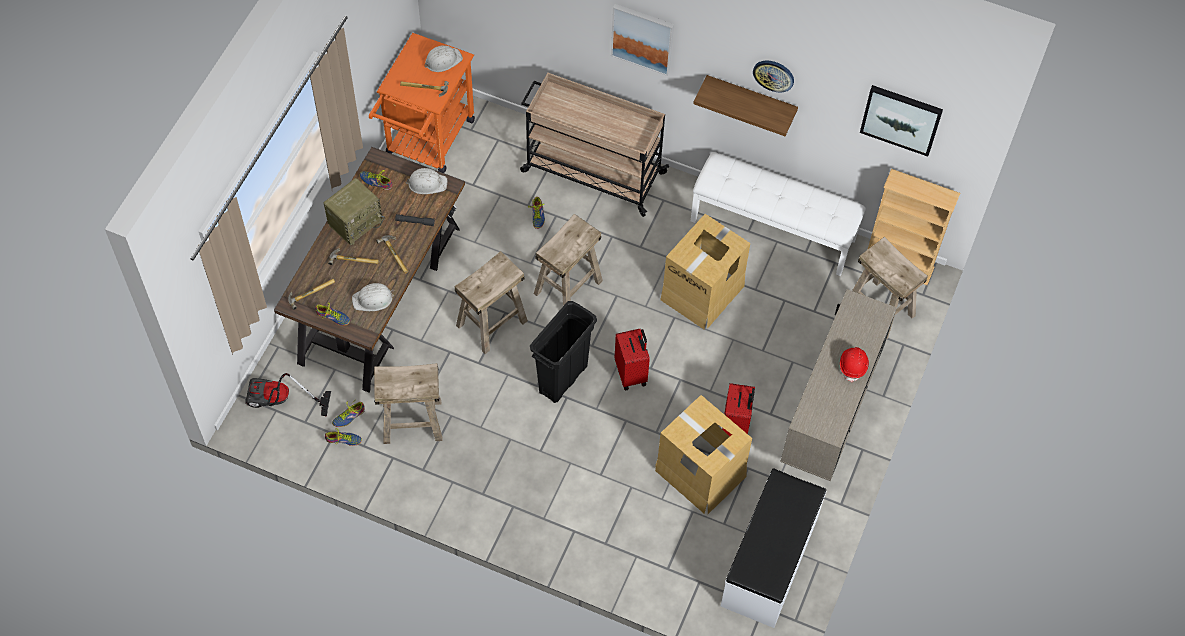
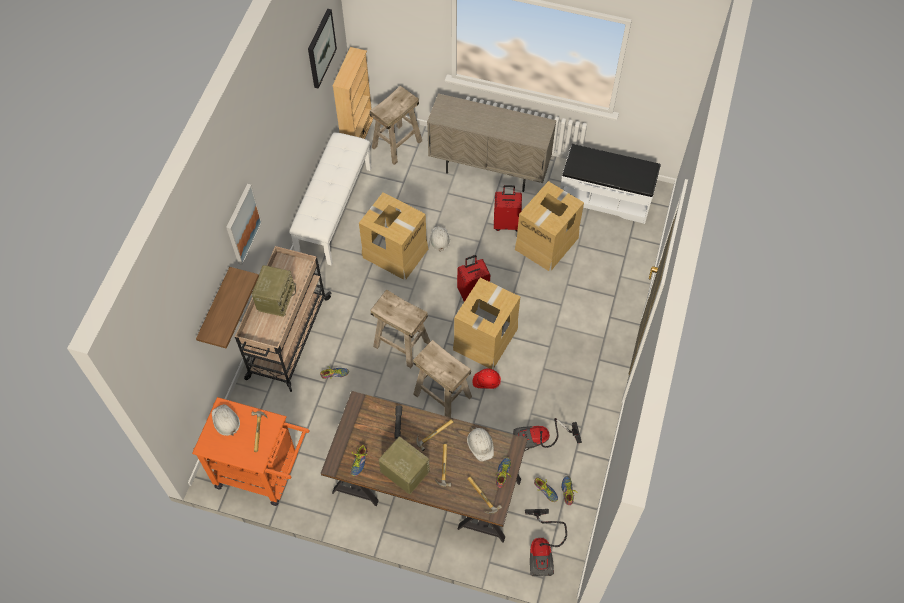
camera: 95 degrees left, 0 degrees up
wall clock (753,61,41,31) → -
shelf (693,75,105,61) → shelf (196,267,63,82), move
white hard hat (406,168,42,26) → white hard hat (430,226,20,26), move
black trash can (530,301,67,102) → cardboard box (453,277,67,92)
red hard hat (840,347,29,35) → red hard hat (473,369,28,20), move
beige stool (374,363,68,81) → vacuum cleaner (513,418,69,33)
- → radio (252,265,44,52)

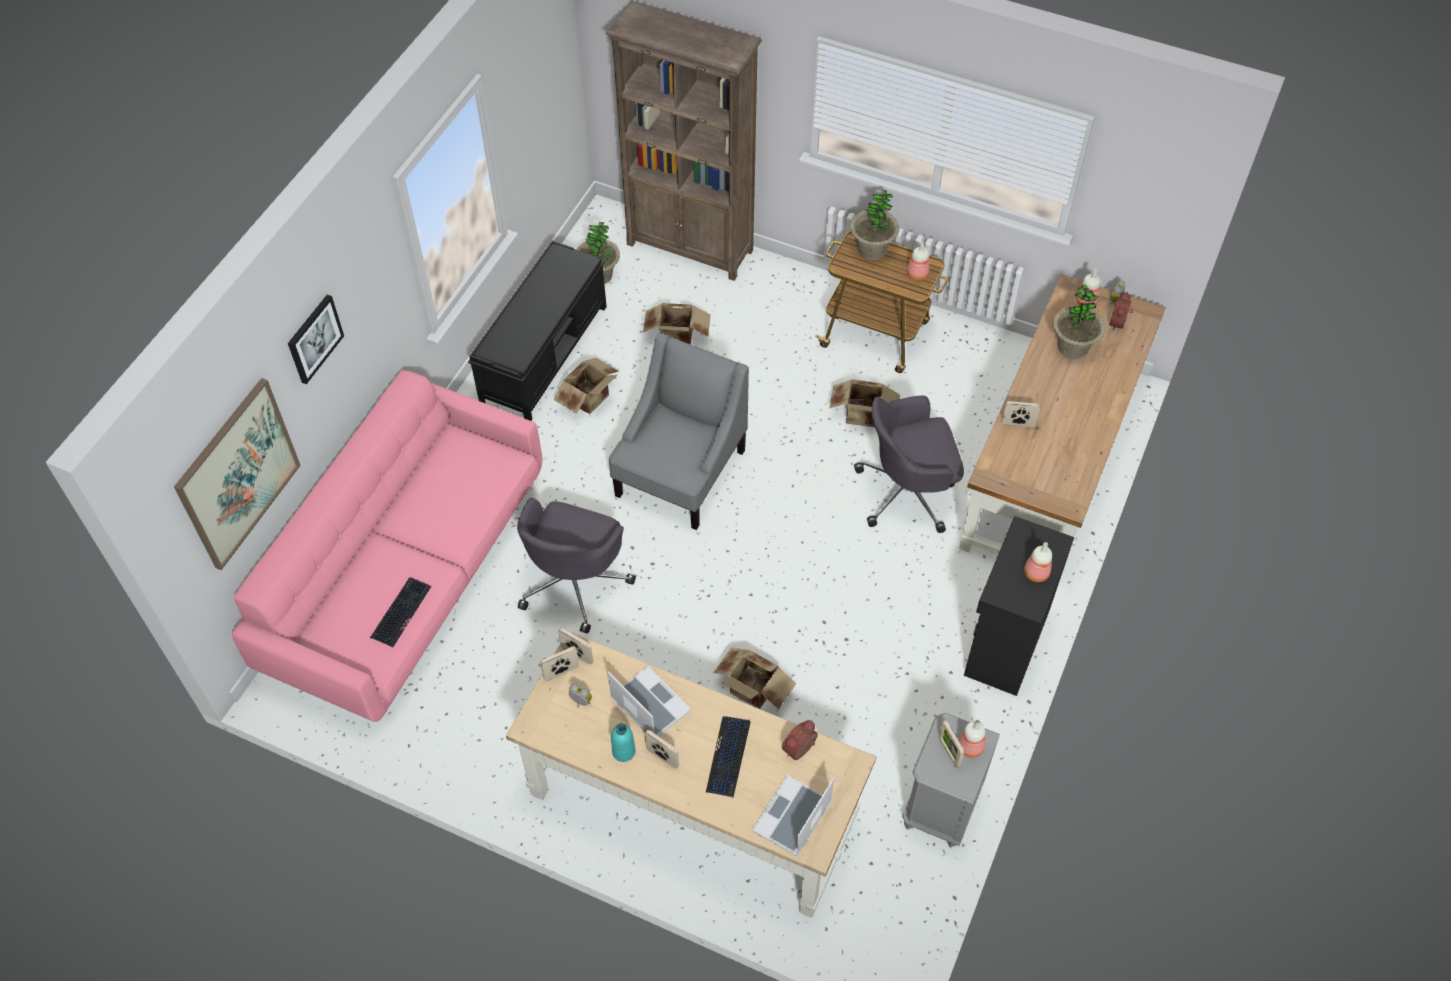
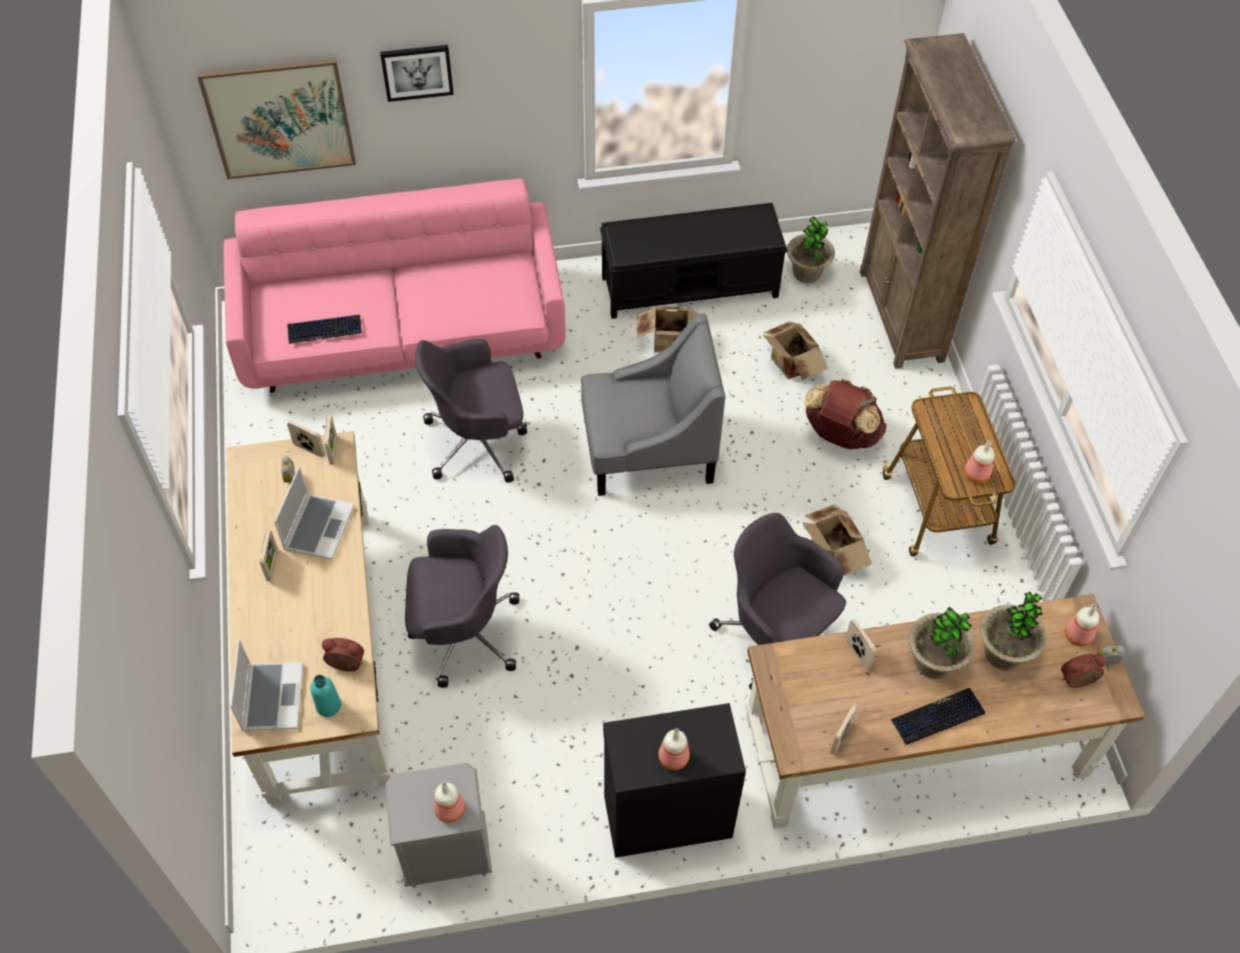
camera: 55 degrees right, 0 degrees up
potted plant (850,190,49,70) → potted plant (908,607,67,72), move
cardboard box (713,647,83,63) → grey office chair (405,525,114,163)
keyboard (706,716,44,82) → keyboard (890,688,95,57), move
picture frame (938,720,26,48) → picture frame (830,704,28,51), move
turquoise bottle (611,723,25,39) → turquoise bottle (310,675,31,42), move
laptop (752,775,82,82) → laptop (230,639,73,92), 90 degrees clockwise
- → brown backpack (804,379,83,70)

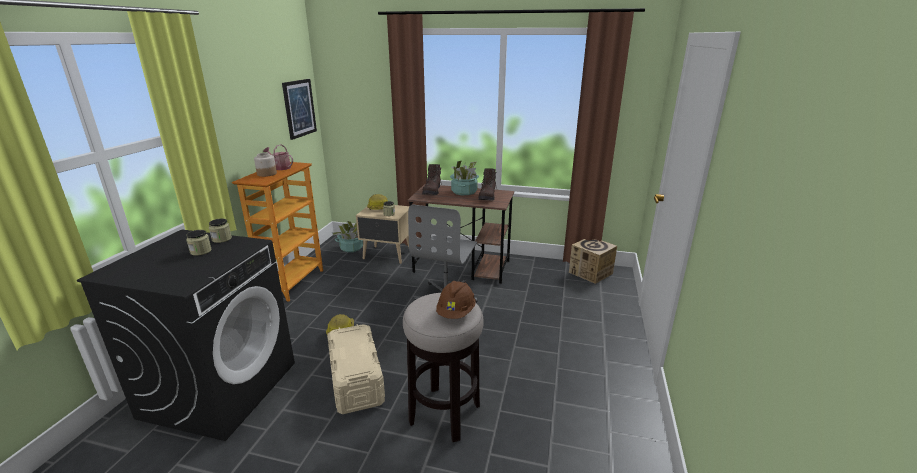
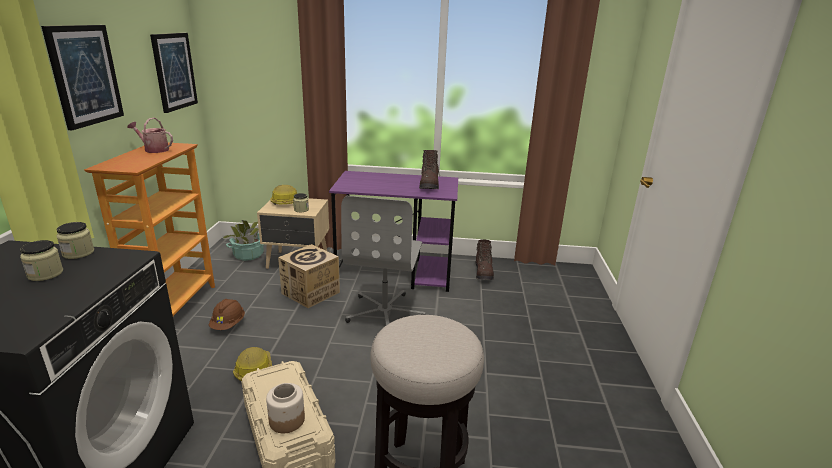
camera: 10 degrees left, 0 degrees up
jar (254,153,23,24) → jar (266,383,39,50), move
potted plant (450,160,29,35) → -
brown boot (422,164,20,31) → brown boot (475,239,19,41), move
brown desk (407,184,107,100) → purple desk (329,171,129,121)
cardboard box (569,239,48,45) → cardboard box (278,244,62,64), move
brown hard hat (436,281,40,38) → brown hard hat (209,299,36,31), move
- → picture (41,25,83,105)

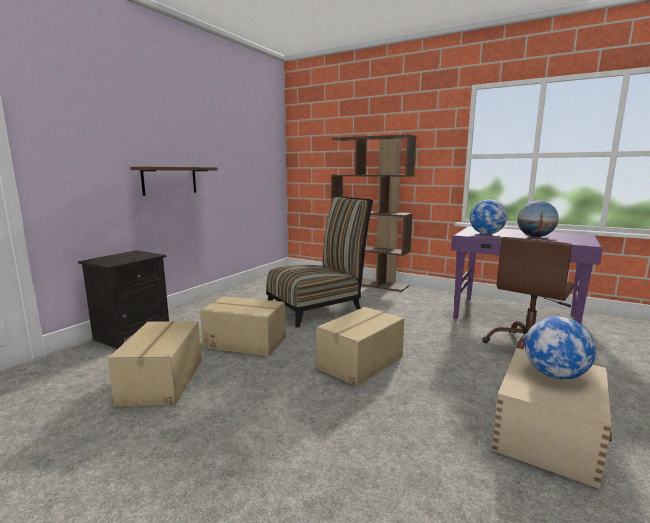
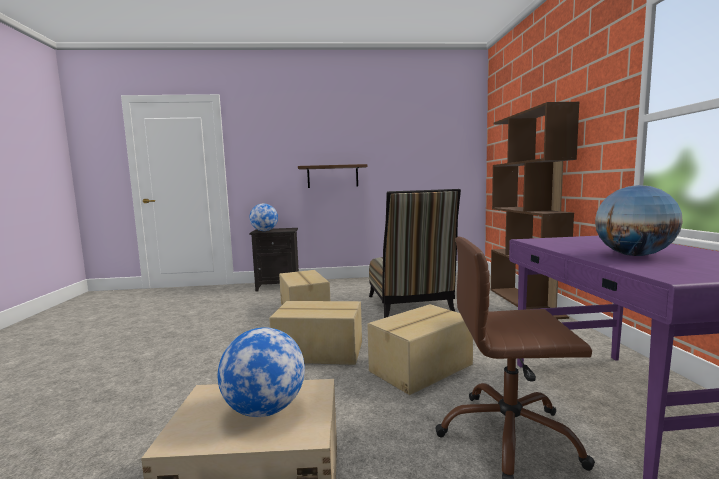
camera: 55 degrees right, 5 degrees down
chair (266,196,107,132) → chair (369,189,92,129), 60 degrees clockwise
globe (470,199,37,36) → globe (250,203,28,28), move
cardboard box (108,321,93,86) → cardboard box (367,304,106,91), move

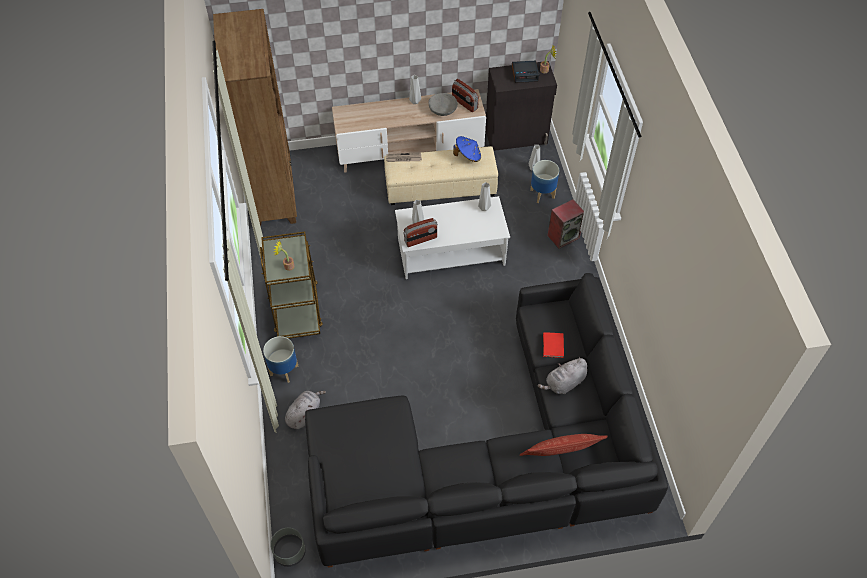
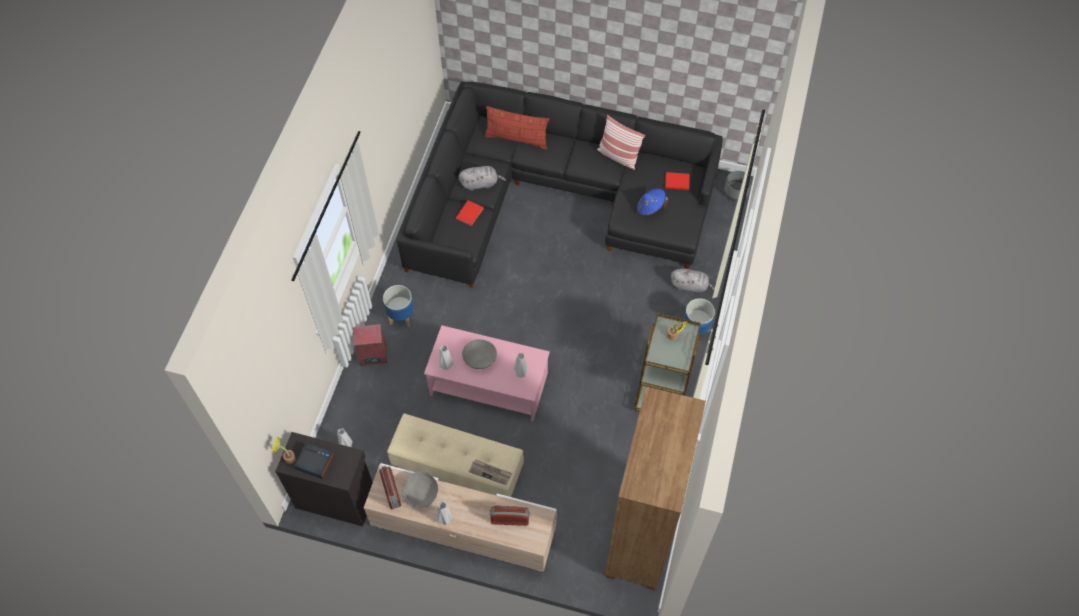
camera: 155 degrees left, 5 degrees up
blue hat (453,136,28,26) → blue hat (637,188,31,28), move
planter (530,160,29,43) → planter (383,285,31,42), move
white coffee table (395,196,115,83) → pink coffee table (424,325,126,96)
radio (403,218,35,29) → radio (489,505,41,21), move
grey plush toy (285,391,41,38) → grey plush toy (671,268,44,25), 135 degrees counterclockwise
- → pillow (597,115,48,55)
- → red book (665,172,25,18)
- → grey bowl (462,339,35,30)

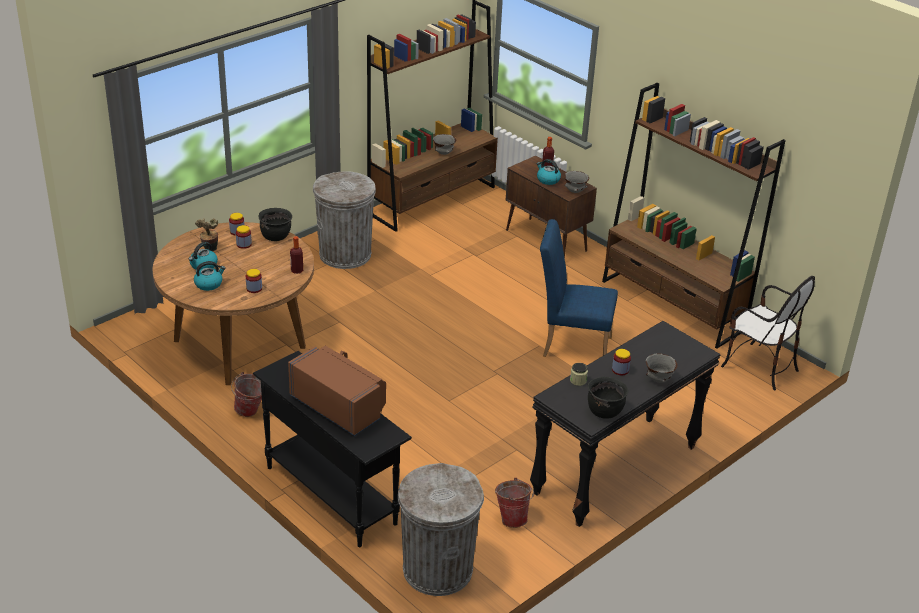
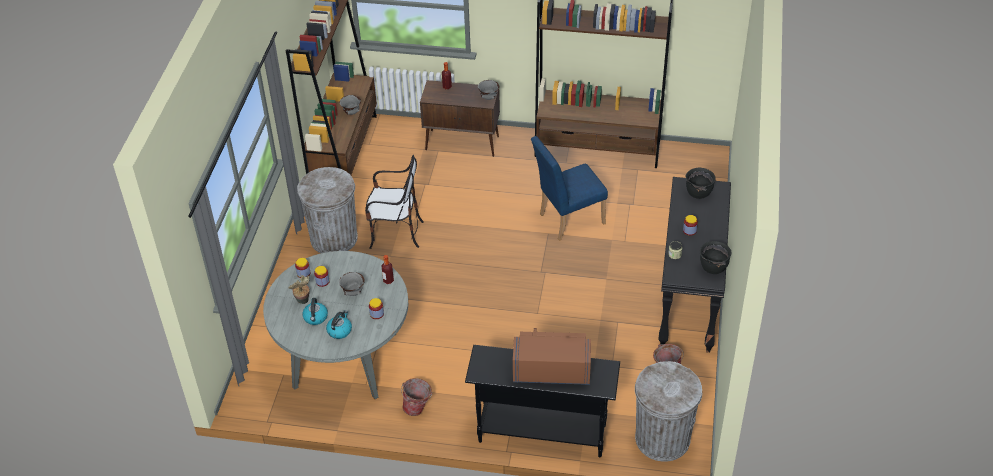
camera: 35 degrees left, 10 degrees up
kettle (537,159,24,26) → -
black cooking pot (259,208,33,33) → black cooking pot (685,167,31,32), move
brown dining table (153,222,161,163) → grey dining table (263,251,145,148)
chair (721,276,94,114) → chair (365,155,59,94), move
grey bowl (646,353,32,30) → grey bowl (339,272,26,24), move

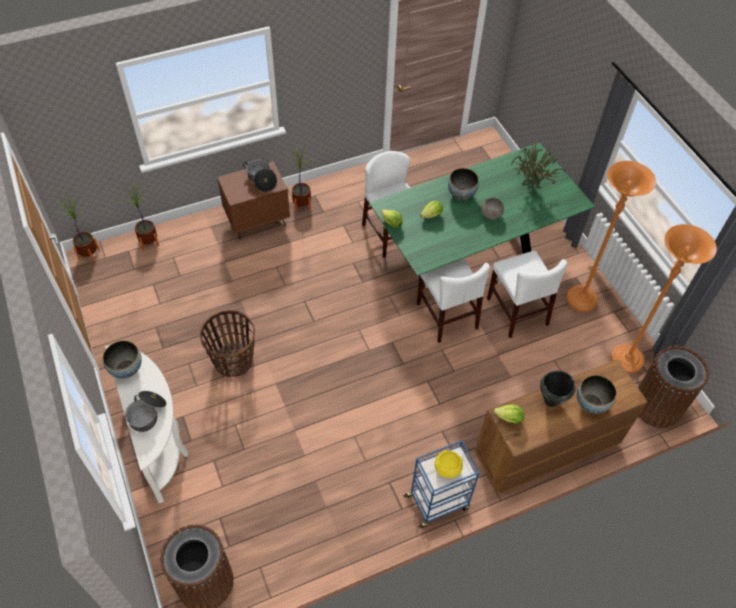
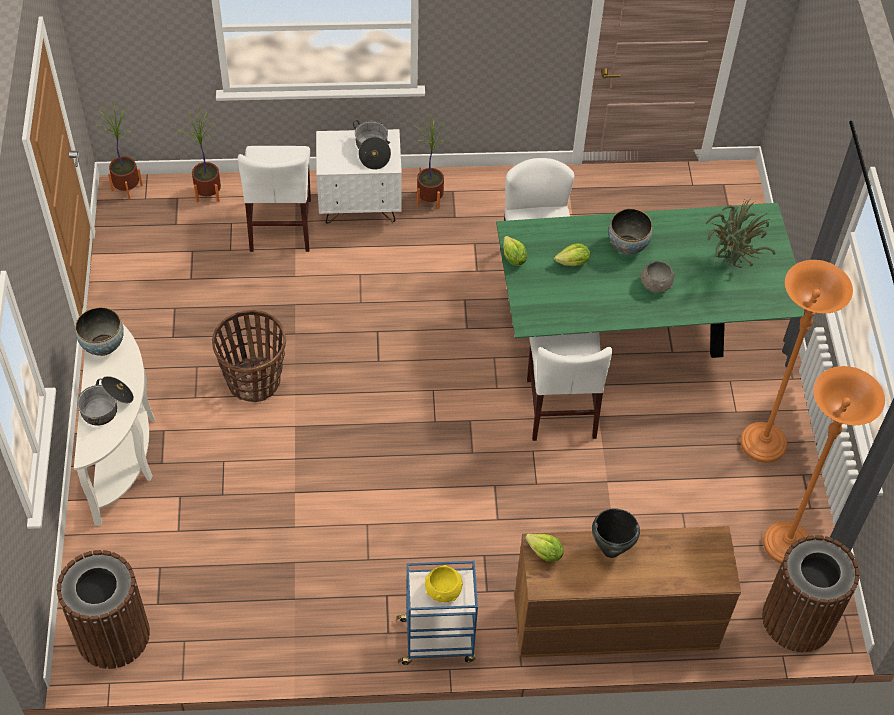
camera: 20 degrees right, 0 degrees up
brown nightstand (217,161,73,79) → white nightstand (316,129,86,95)
white chair (487,251,80,87) → white chair (238,146,73,106), move
bowl (577,375,39,39) → -

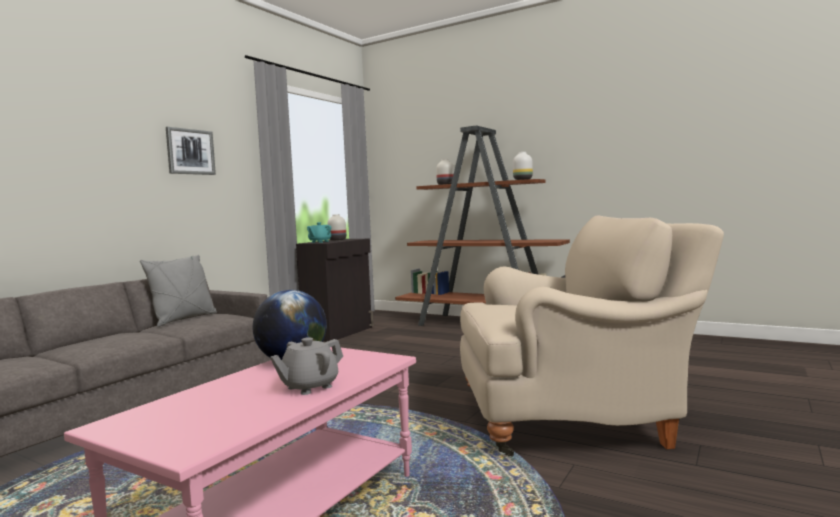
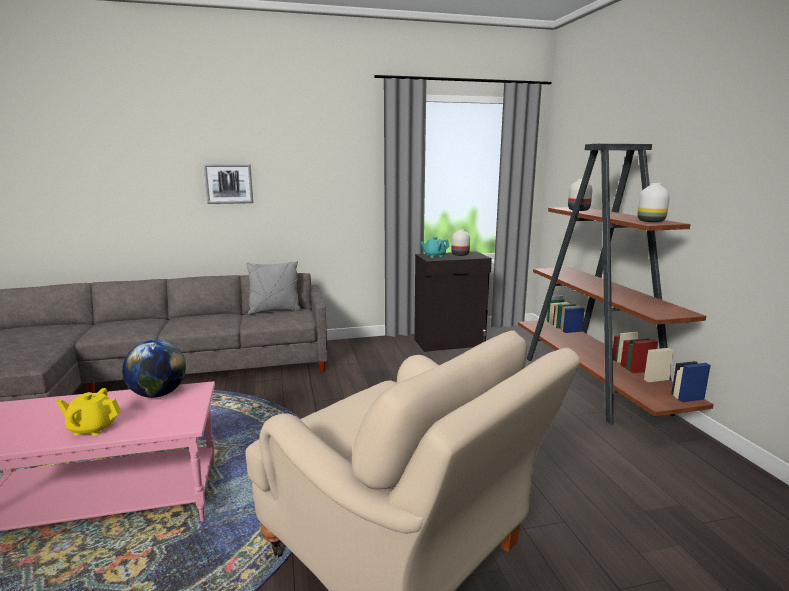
camera: 45 degrees right, 10 degrees up
picture (166,127,50,48) → picture (203,164,50,40), move
grey teapot (270,337,73,58) → yellow teapot (56,388,65,48)

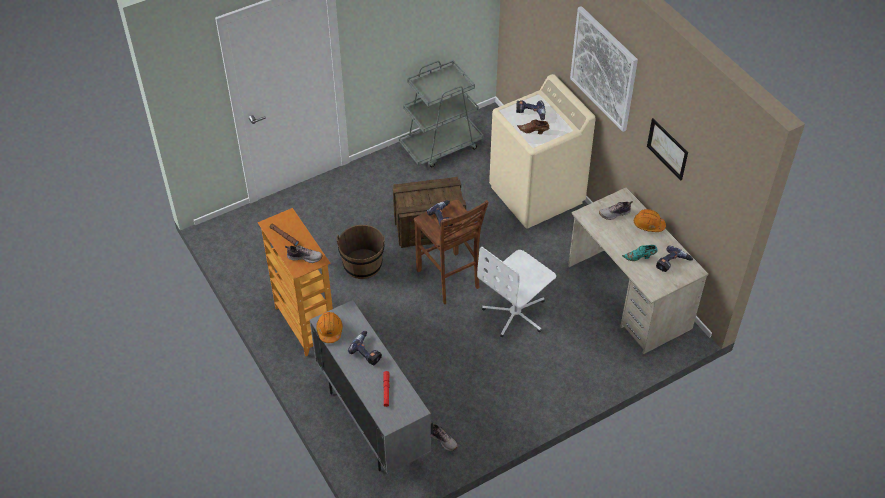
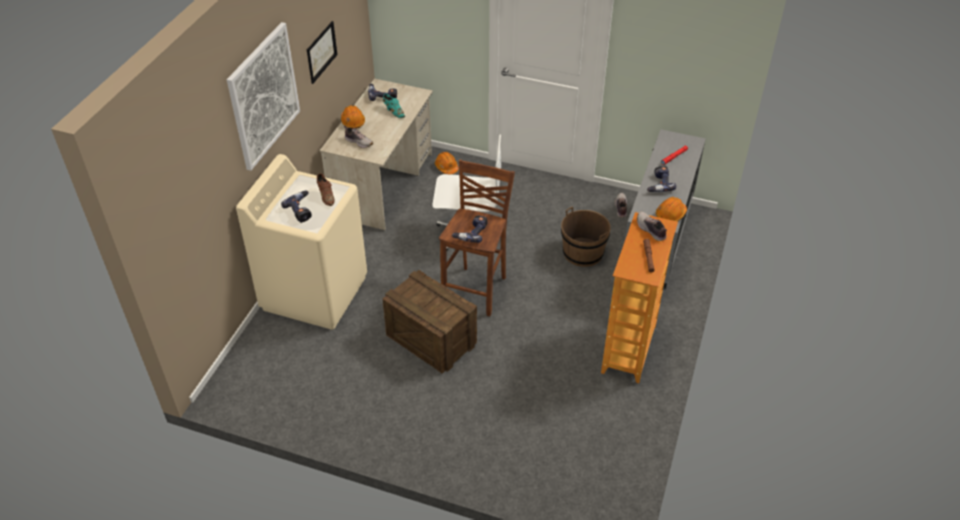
camera: 130 degrees left, 5 degrees down
grey cart (399,61,84,107) → -
brown bucket (337,225,48,54) → brown bucket (561,206,50,61), move
- → orange hard hat (435,152,24,22)

